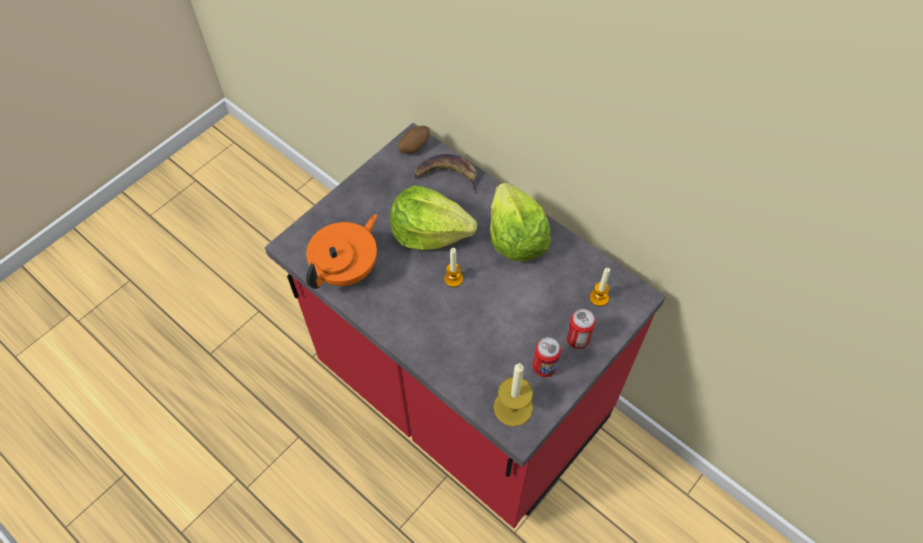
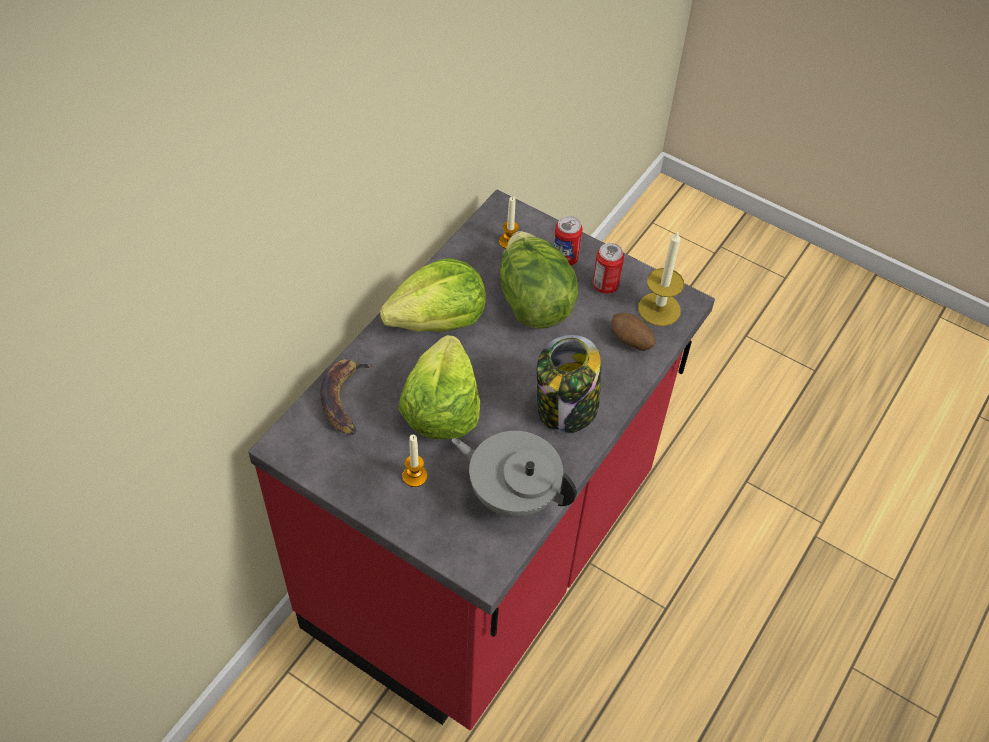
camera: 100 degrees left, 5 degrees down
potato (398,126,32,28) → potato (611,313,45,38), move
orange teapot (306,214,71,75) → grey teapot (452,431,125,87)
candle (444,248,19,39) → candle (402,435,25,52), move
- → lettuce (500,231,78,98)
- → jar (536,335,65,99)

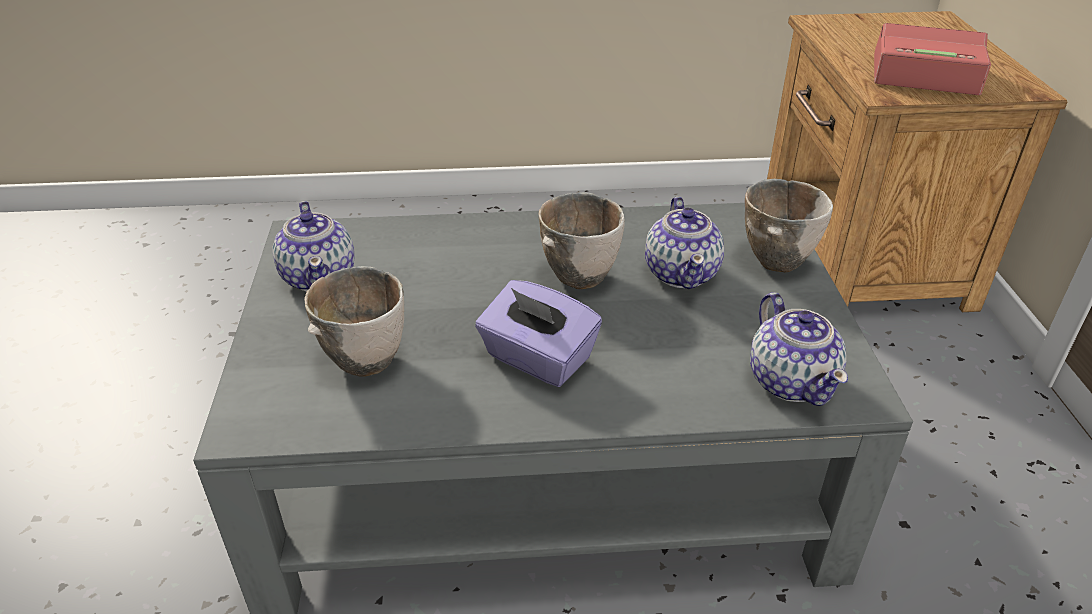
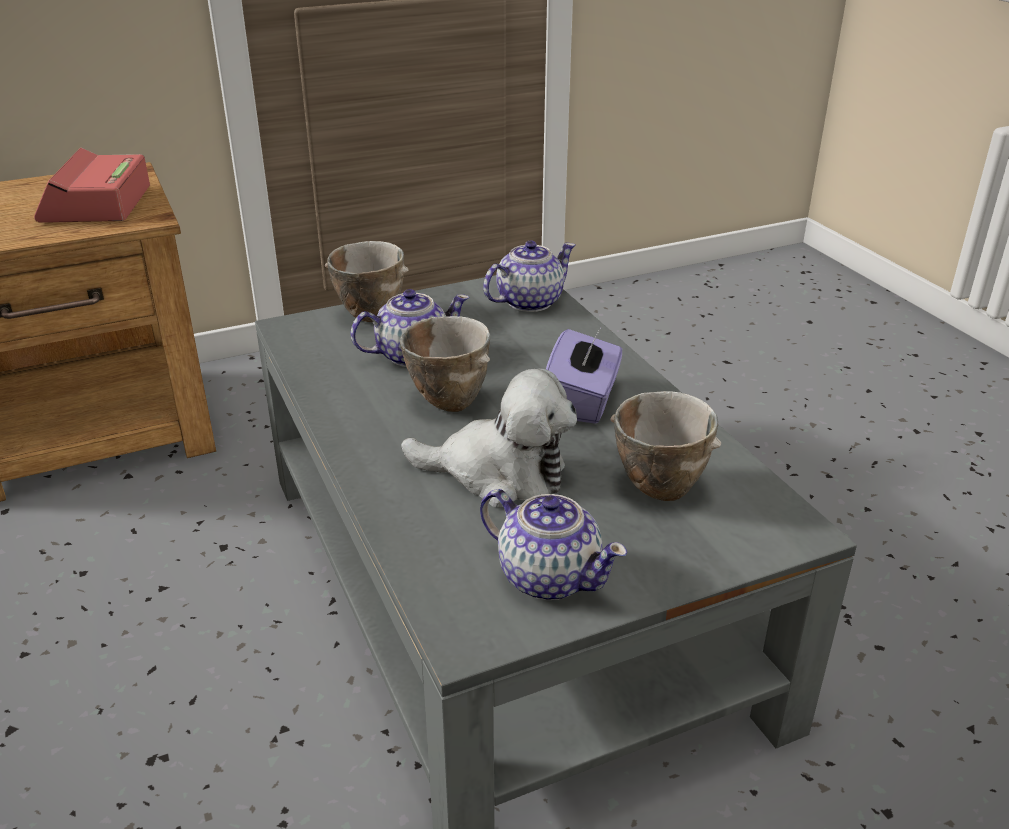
camera: 110 degrees left, 5 degrees down
teapot (272,201,83,91) → teapot (480,489,147,111), 75 degrees clockwise
- → plush toy (401,368,176,140)

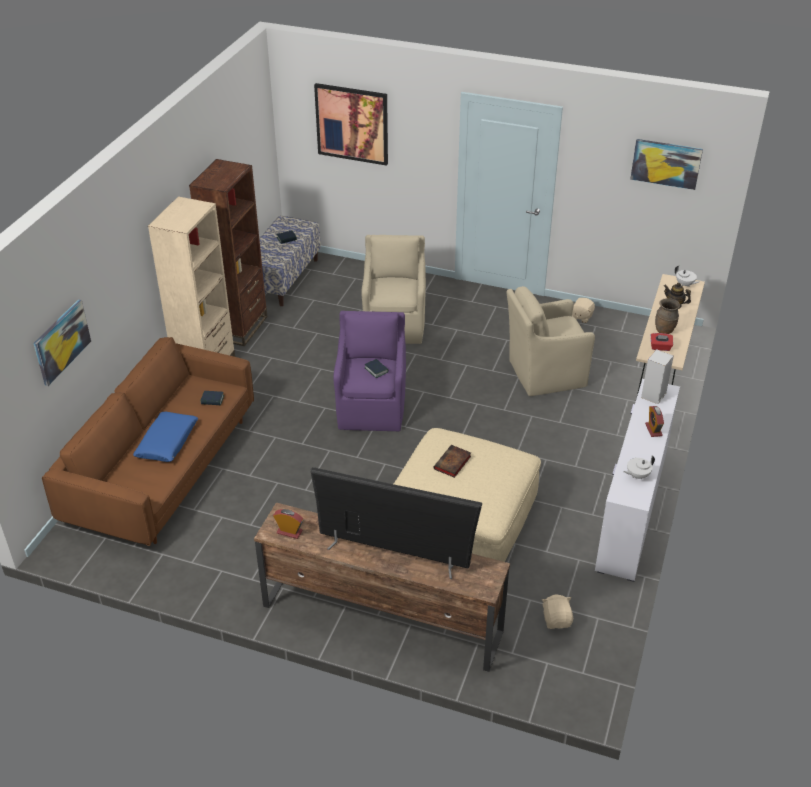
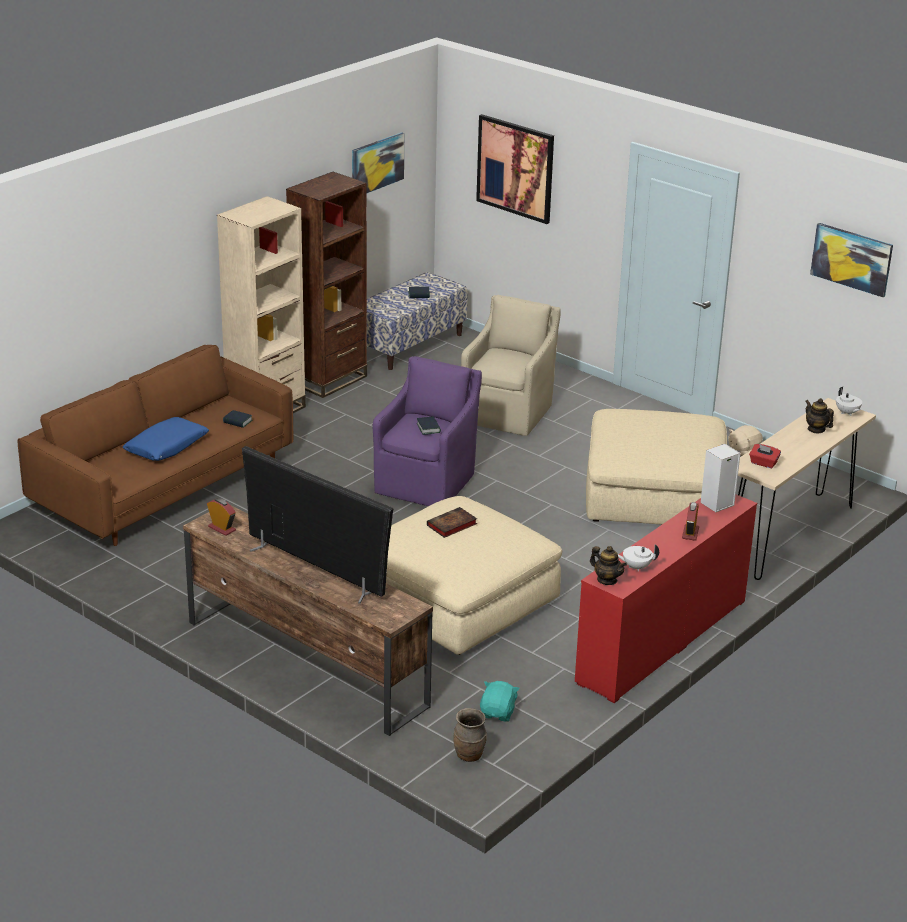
camera: 20 degrees right, 10 degrees down
beige armchair (507,286,88,110) → beige ottoman (586,409,141,116)
brown vase (655,298,25,36) → brown vase (453,708,34,54), move
picture (33,300,58,86) → picture (352,132,52,61), move
white dresser (595,379,85,203) → red dresser (575,495,182,208)
beige plush toy (542,595,31,34) → turquoise plush toy (480,681,40,41)
- → teapot (590,546,37,39)

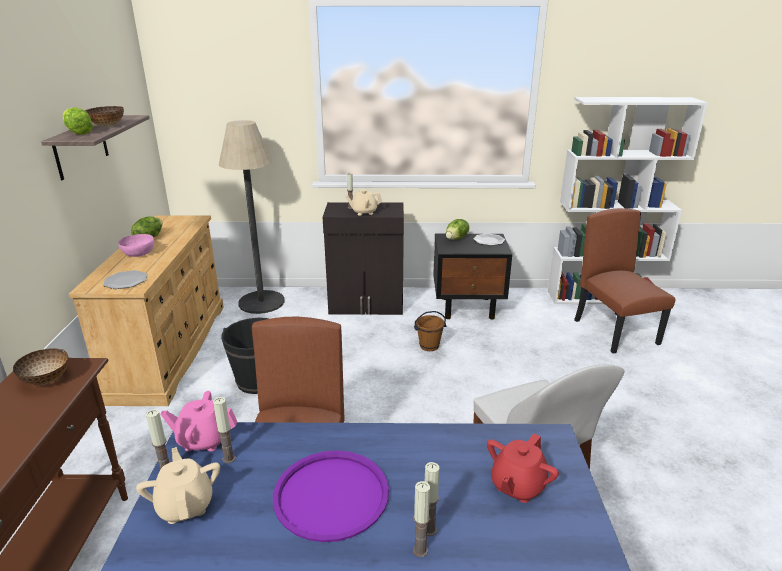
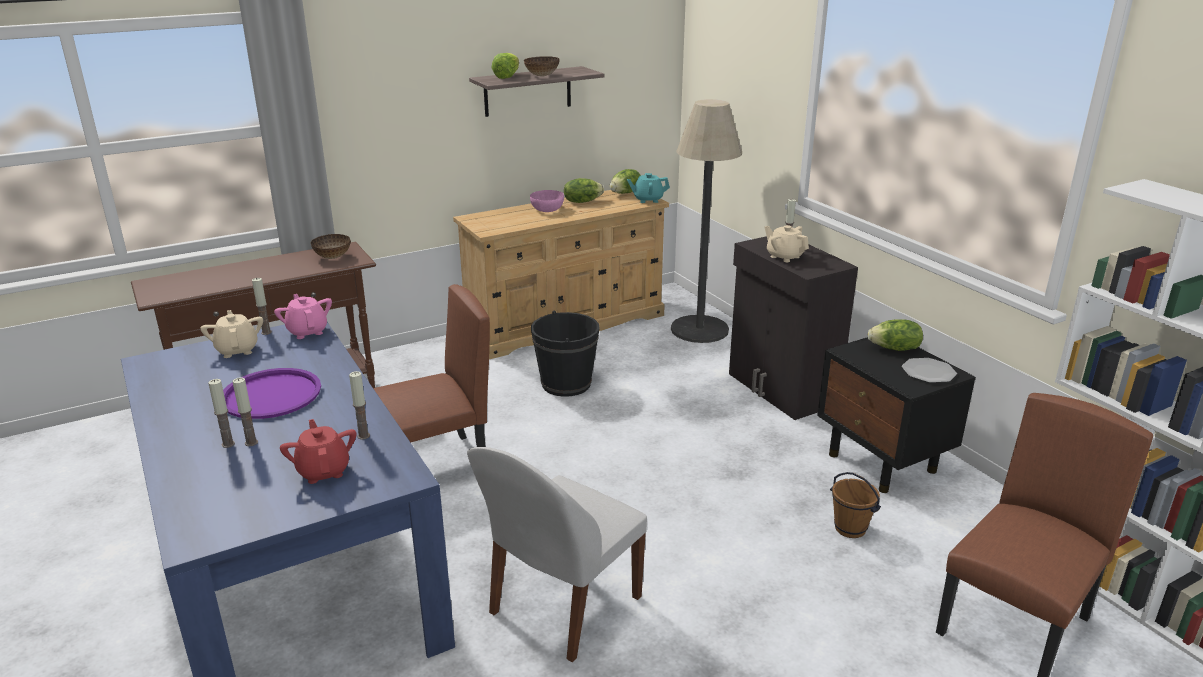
camera: 60 degrees right, 0 degrees up
plate (103,270,44,19) → -
brown bucket (414,311,32,40) → brown bucket (830,472,51,66), move
candle (213,397,22,66) → candle (349,371,21,69), move
red teapot (487,433,72,70) → red teapot (280,419,76,65), 60 degrees clockwise
beige teapot (136,447,84,77) → beige teapot (200,310,63,48), 60 degrees counterclockwise
- → lettuce (610,169,31,25)
- → turquoise teapot (627,173,43,30)

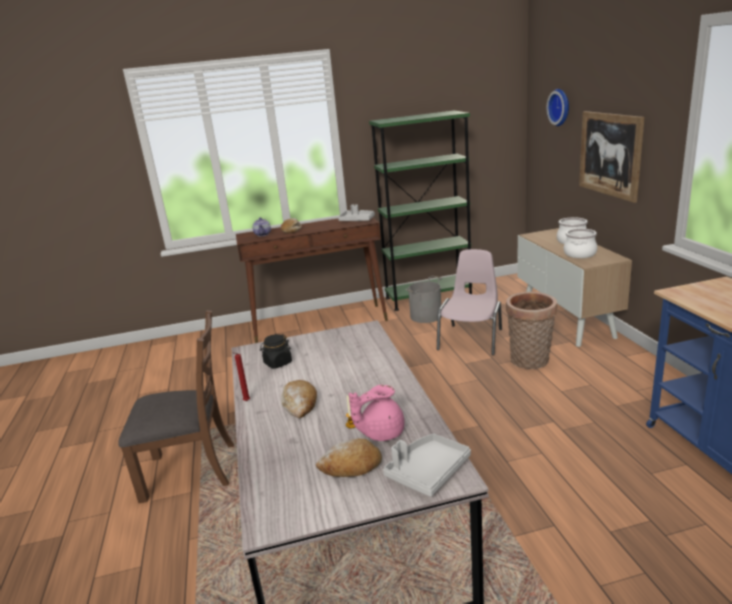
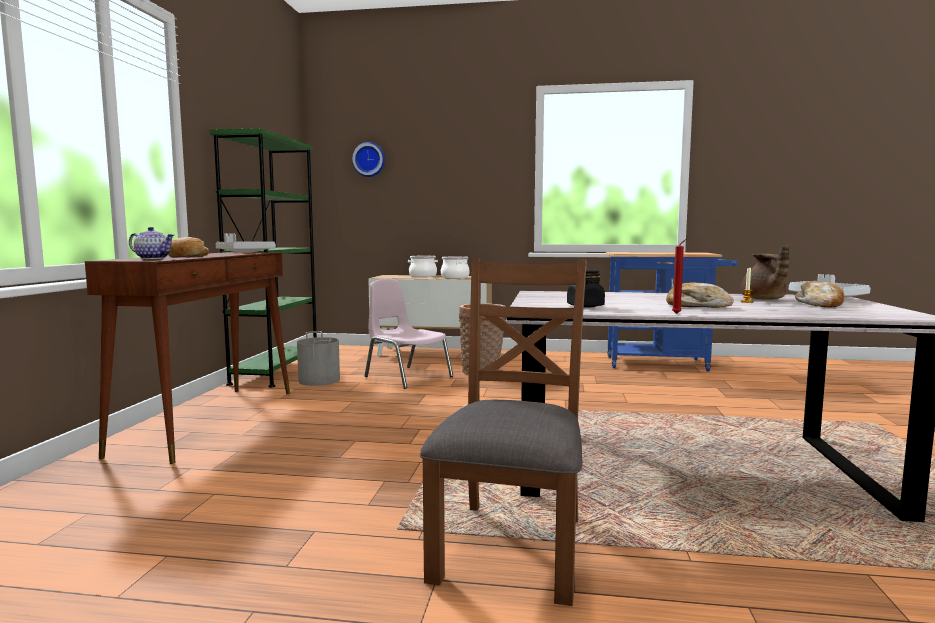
camera: 70 degrees left, 15 degrees down
picture (579,111,66,92) → -
pink teapot (349,385,56,56) → brown teapot (741,245,48,55)

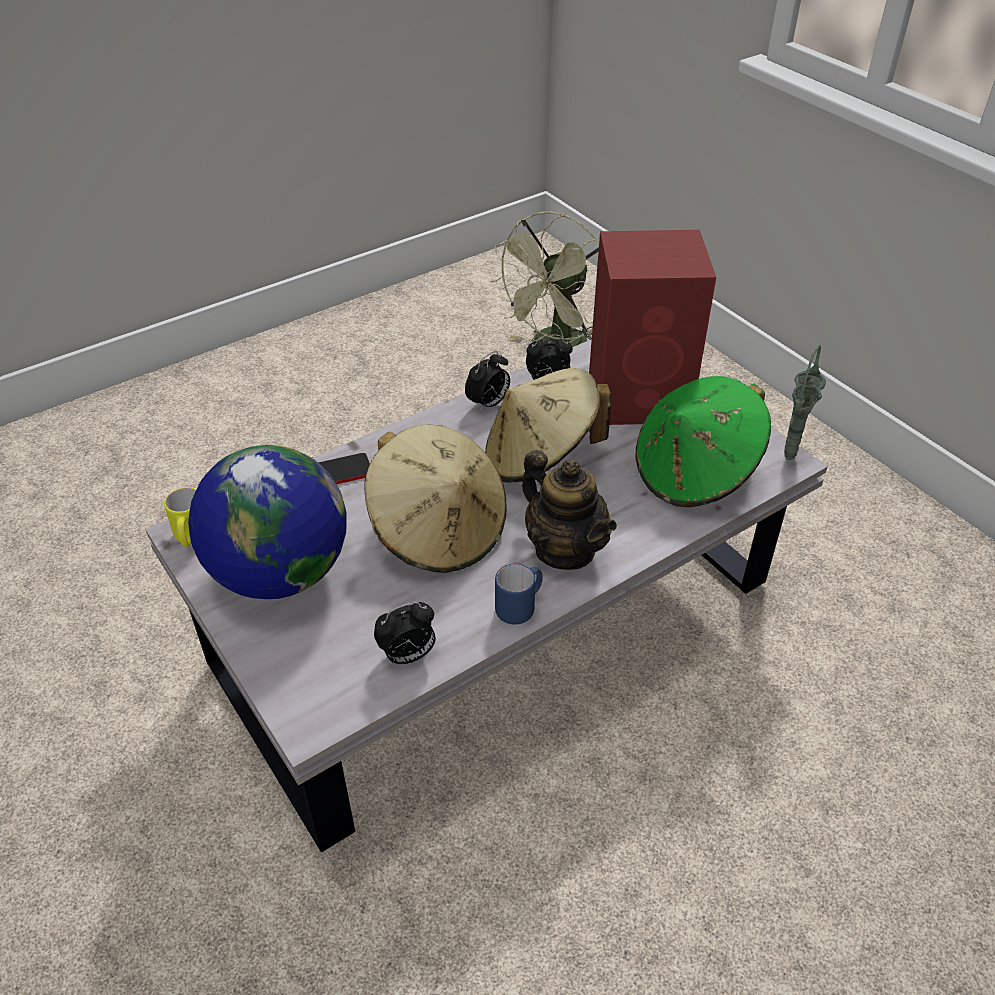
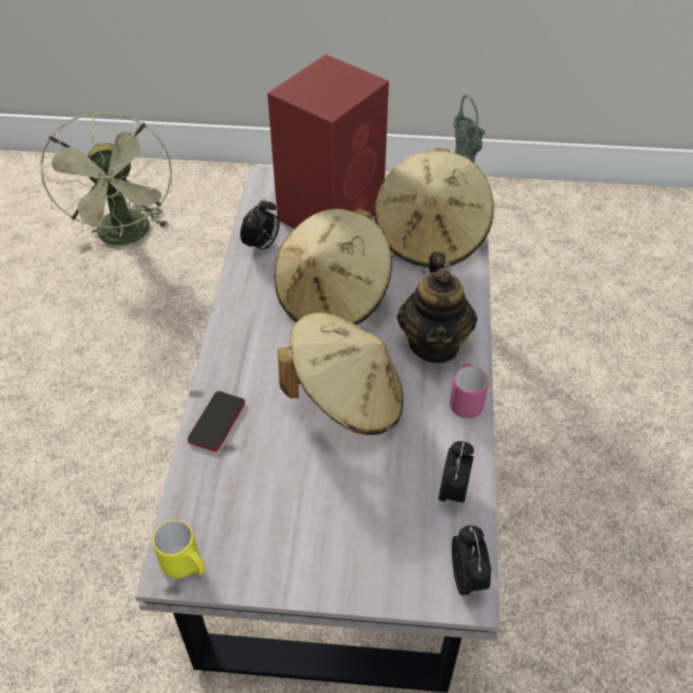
camera: 50 degrees left, 5 degrees up
alarm clock (465,351,45,61) → alarm clock (452,525,39,71), move
green hat (635,376,136,131) → beige hat (374,148,120,120)
globe (188,445,158,154) → -
teapot (522,450,95,120) → teapot (397,252,80,111), 90 degrees clockwise
blue mug (495,564,48,61) → pink mug (450,363,39,55)

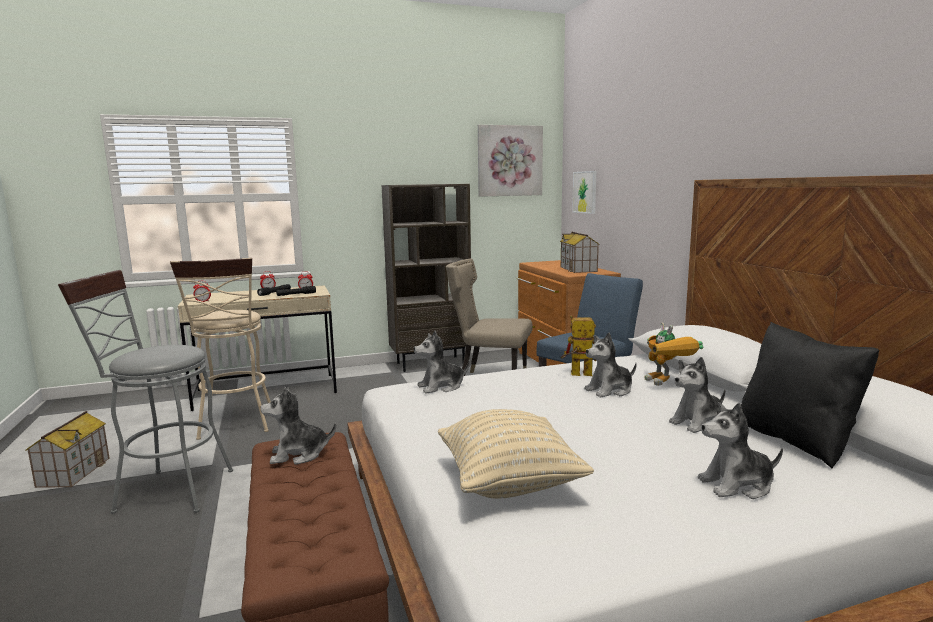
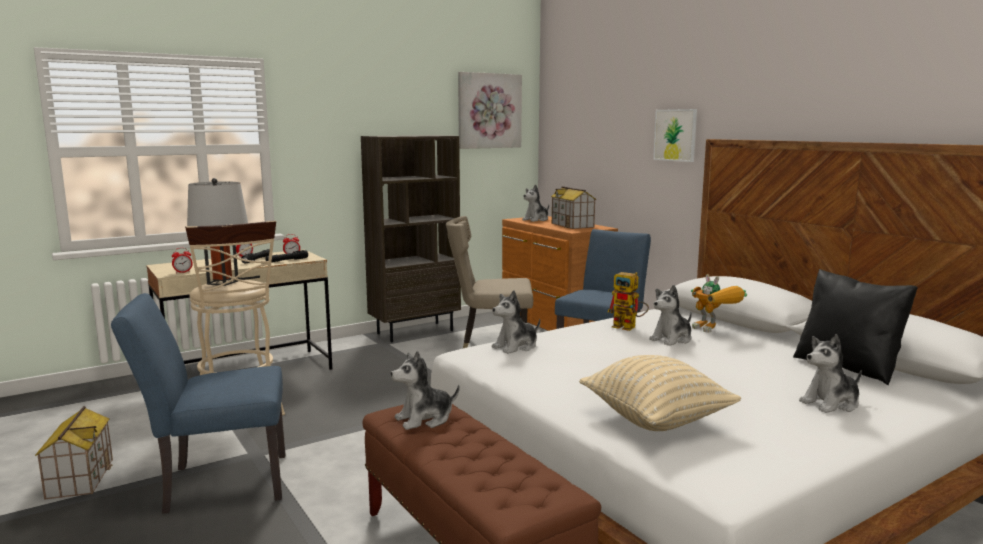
camera: 15 degrees left, 0 degrees up
picture (572,171,24,43) → picture (653,109,44,53), move
grey stool (58,270,175,244) → blue chair (111,293,174,221)
toy robot (561,315,35,61) → toy robot (608,272,41,59), 135 degrees counterclockwise
plush toy (669,357,56,76) → plush toy (522,185,27,37), move
- → grey table lamp (187,178,61,108)

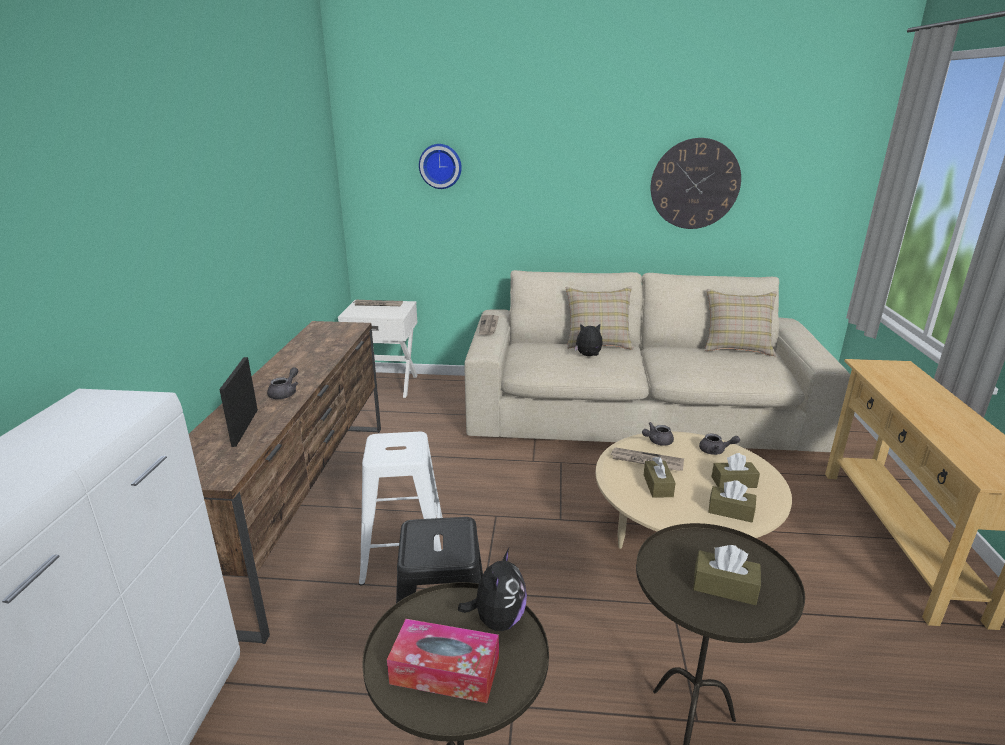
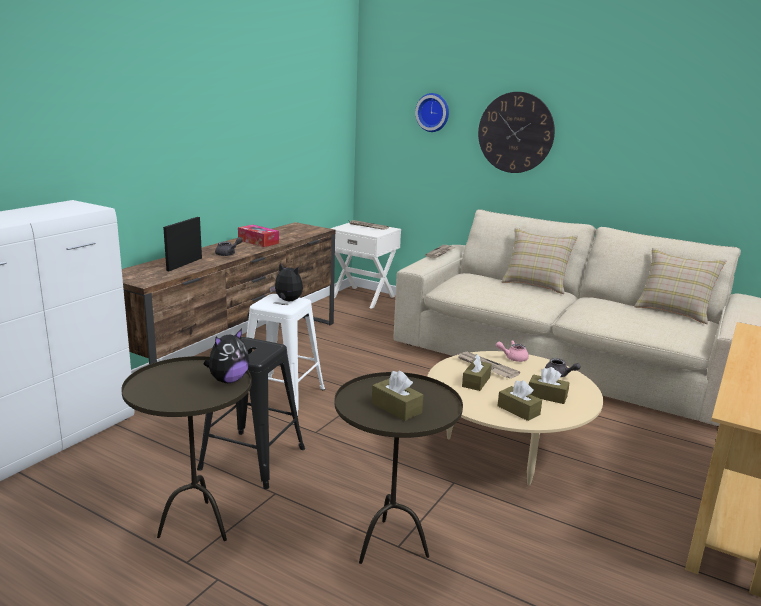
camera: 25 degrees right, 5 degrees down
wall clock (651,138,90,91) → wall clock (478,92,77,81), move
plush toy (575,324,28,32) → plush toy (270,264,33,37), move
grey teapot (642,422,32,24) → pink teapot (496,340,33,22)
tissue box (387,619,112,84) → tissue box (238,225,41,22), move

